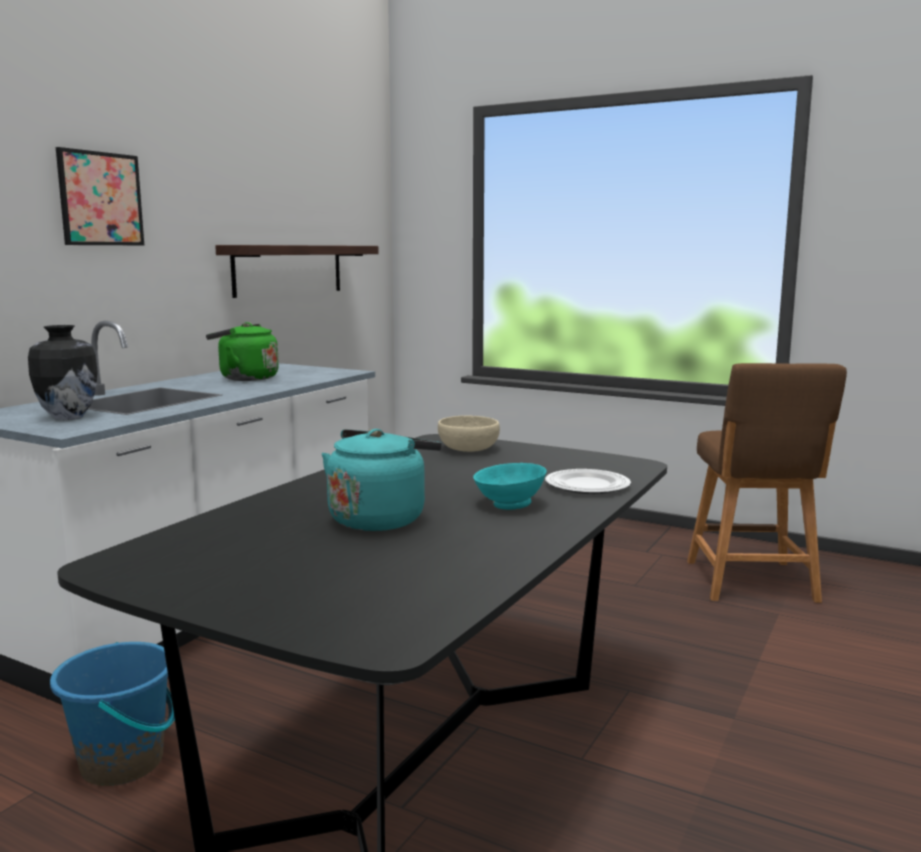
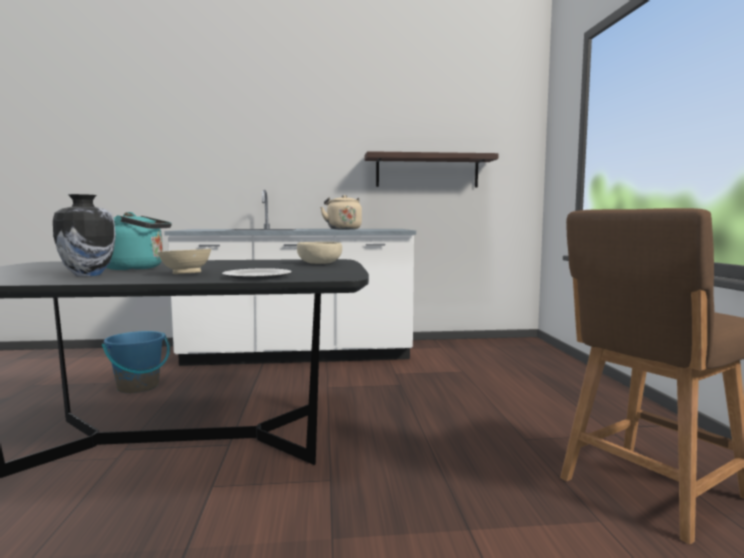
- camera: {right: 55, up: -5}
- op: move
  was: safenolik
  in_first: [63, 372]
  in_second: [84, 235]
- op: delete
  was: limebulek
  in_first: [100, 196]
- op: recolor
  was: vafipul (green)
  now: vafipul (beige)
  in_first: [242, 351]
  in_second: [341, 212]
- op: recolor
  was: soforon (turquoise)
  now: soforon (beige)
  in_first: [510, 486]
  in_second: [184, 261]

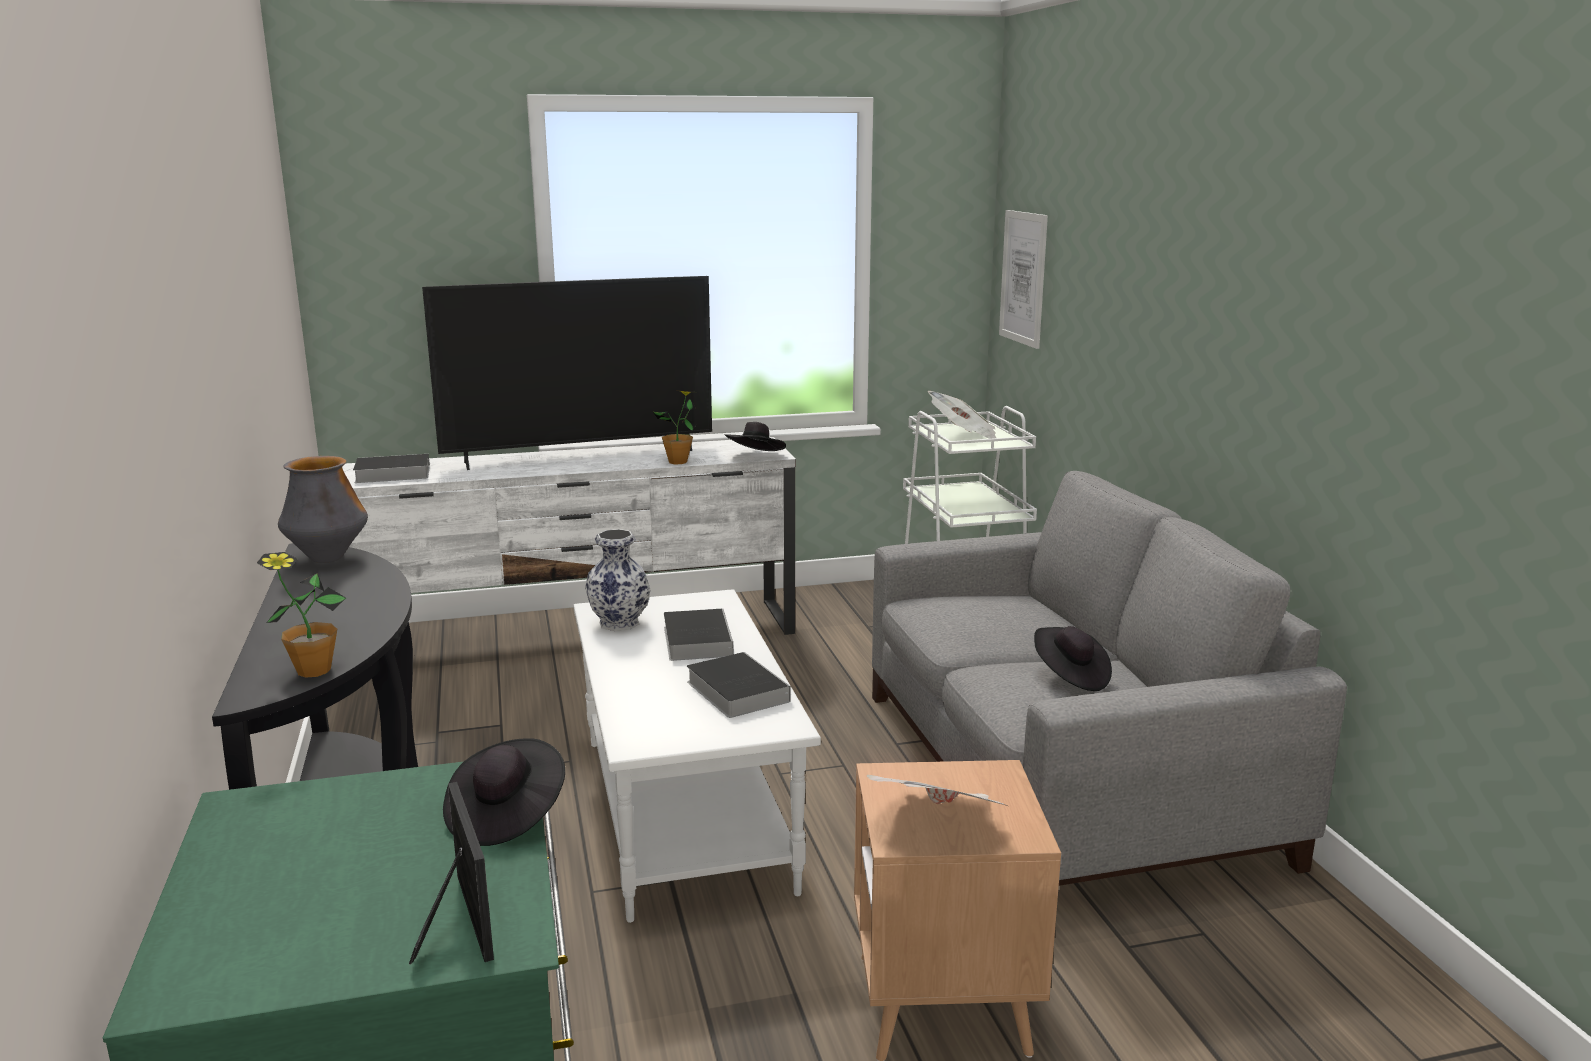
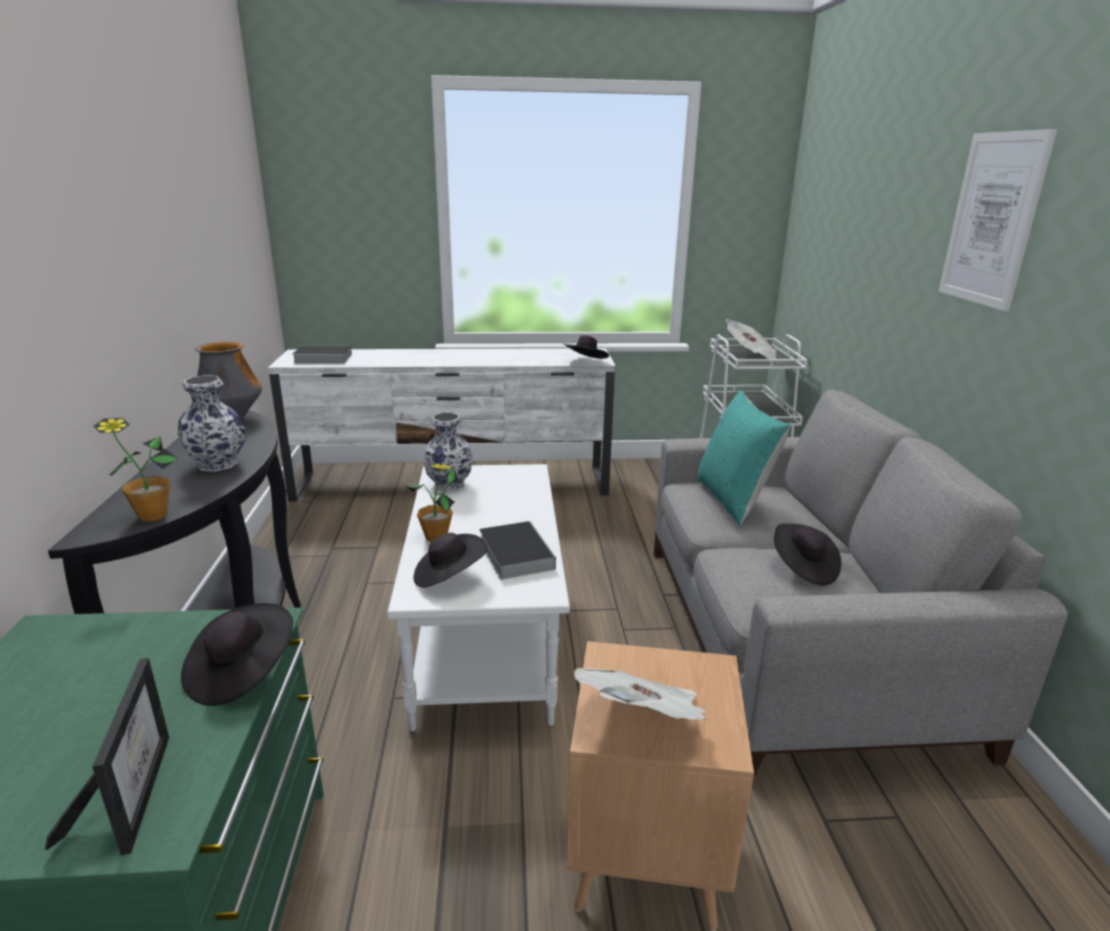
- camera: {right: 10, up: 5}
- op: delete
  was: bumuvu
  in_first: [567, 373]
- op: move
  was: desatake
  in_first: [674, 427]
  in_second: [432, 503]
- op: delete
  was: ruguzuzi
  in_first: [698, 635]
- op: move
  was: limebulek
  in_first: [1023, 279]
  in_second: [998, 220]
- op: insert
  now: safenolik
  in_second: [211, 423]
- op: insert
  now: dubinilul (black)
  in_second: [450, 560]
- op: insert
  now: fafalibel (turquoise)
  in_second: [744, 458]

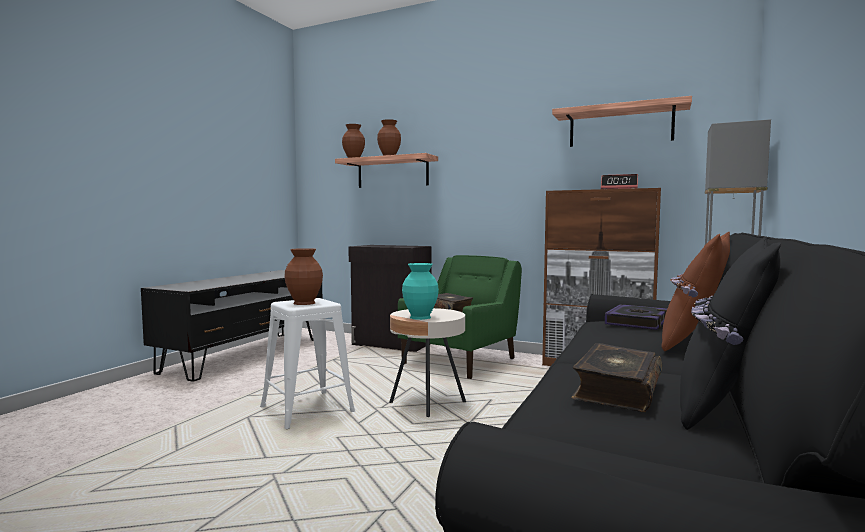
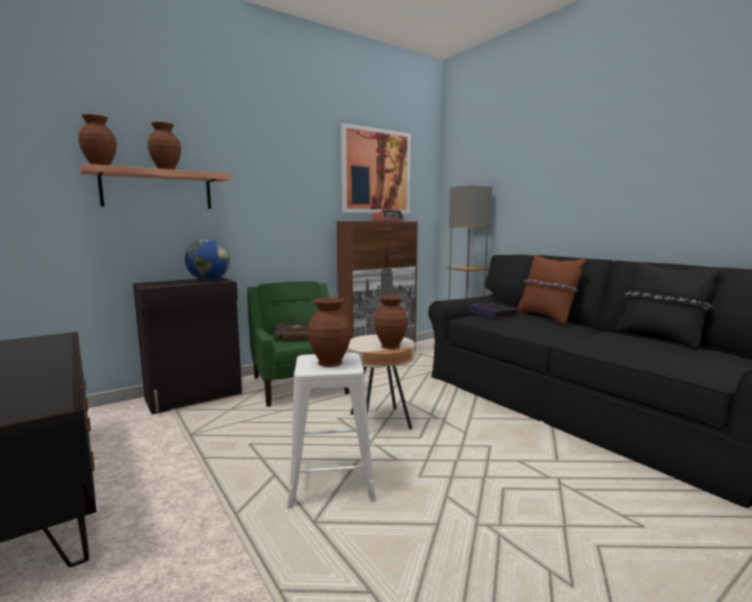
- camera: {right: -60, up: 5}
- op: recolor
  was: safenolik (turquoise)
  now: safenolik (brown)
  in_first: [420, 291]
  in_second: [391, 322]
- op: replace
  was: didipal
  now: limebulek
  in_first: [622, 121]
  in_second: [376, 168]
- op: delete
  was: ruguzuzi
  in_first: [616, 377]
- op: insert
  now: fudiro
  in_second: [207, 260]

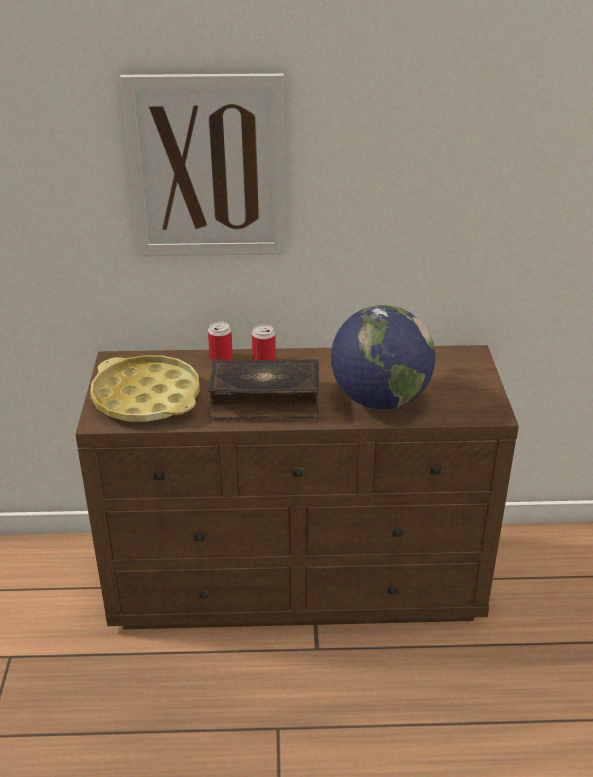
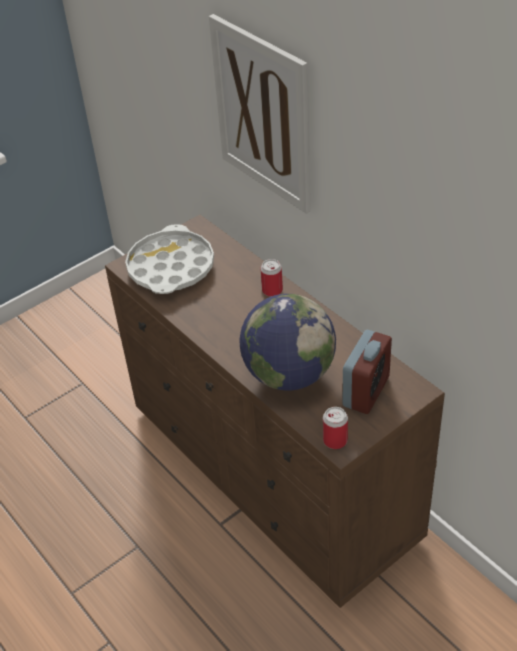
- camera: {right: 55, up: 10}
- op: recolor
  was: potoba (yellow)
  now: potoba (white)
  in_first: [145, 388]
  in_second: [169, 259]
- op: move
  was: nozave
  in_first: [220, 341]
  in_second: [335, 428]
- op: delete
  was: ruguzuzi
  in_first: [263, 389]
- op: insert
  now: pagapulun
  in_second: [367, 372]

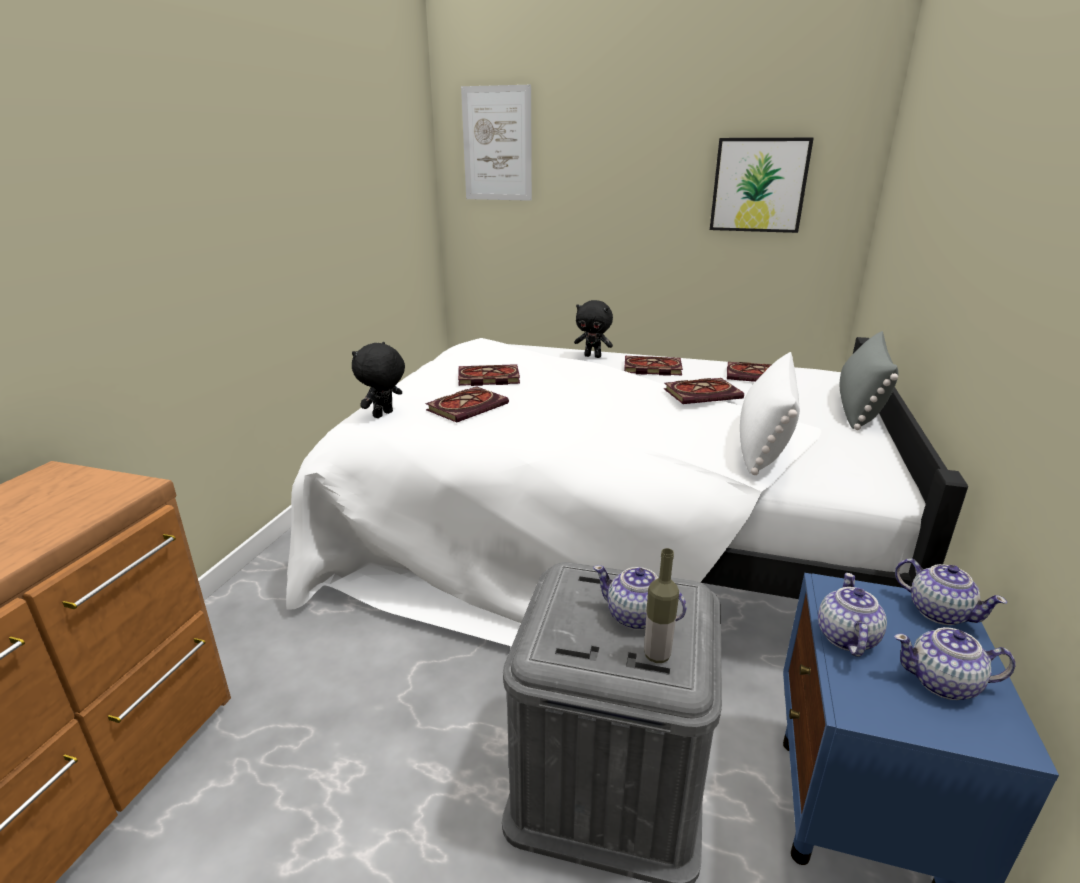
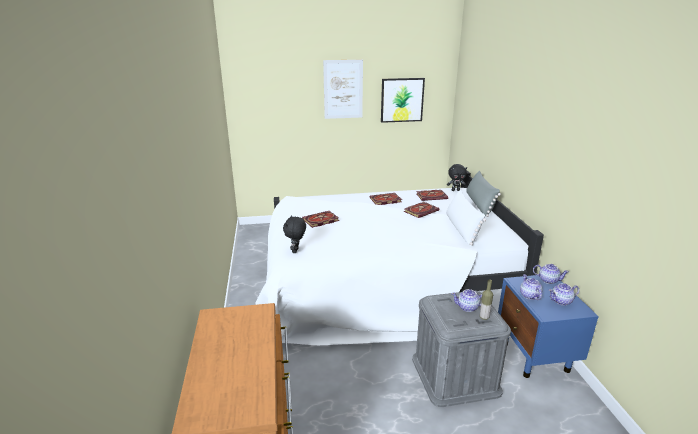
- camera: {right: -25, up: 0}
- op: delete
  was: ruguzuzi
  in_first: [467, 404]
- op: move
  was: limebulek
  in_first: [496, 143]
  in_second: [343, 89]
- op: move
  was: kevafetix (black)
  in_first: [593, 329]
  in_second: [457, 177]

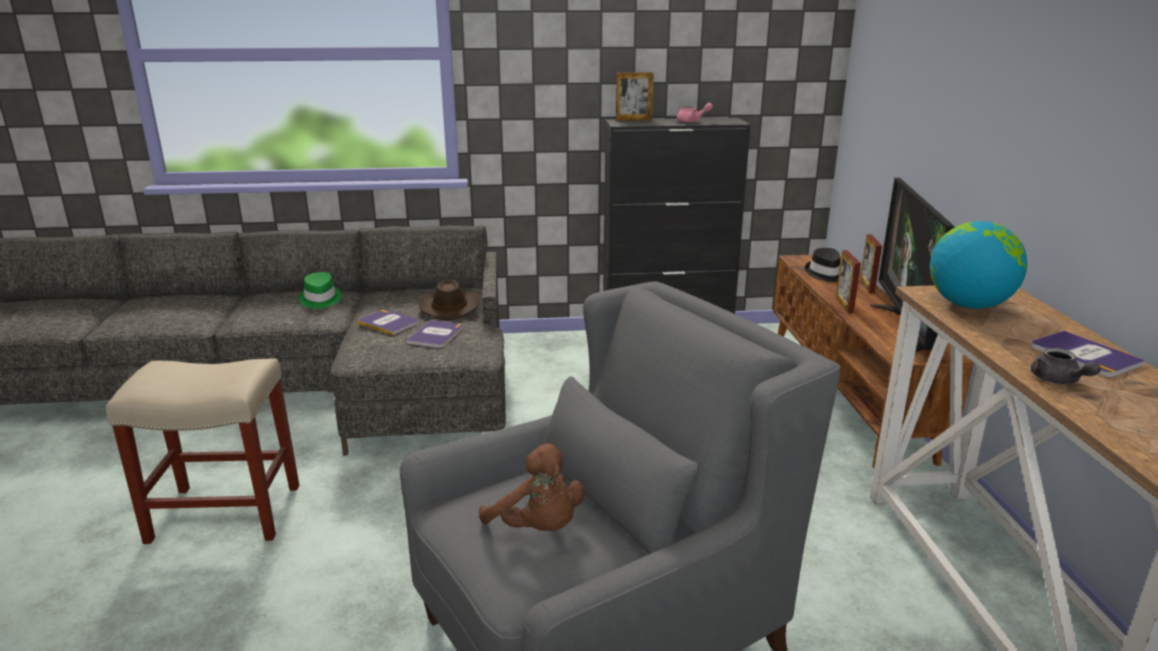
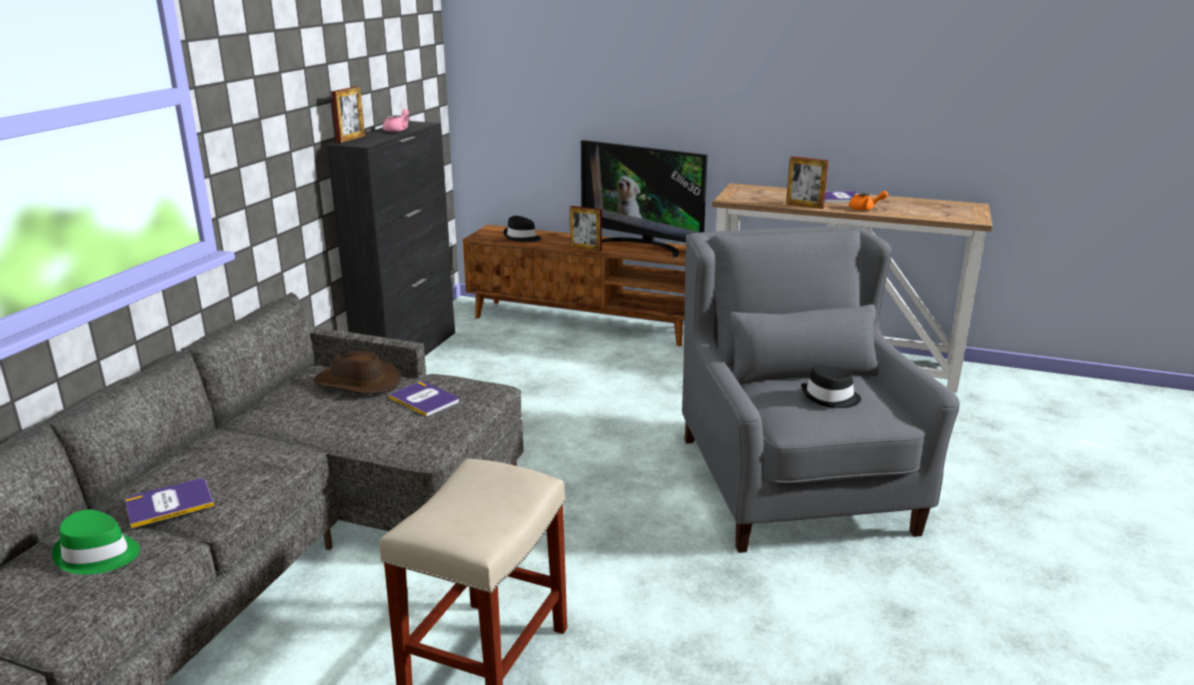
- camera: {right: -65, up: 0}
- op: move
  was: dubinilul (green)
  in_first: [320, 290]
  in_second: [96, 542]
- op: move
  was: ruguzuzi
  in_first: [387, 322]
  in_second: [170, 503]
- op: replace
  was: kevafetix (brown)
  now: dubinilul (black)
  in_first: [531, 487]
  in_second: [831, 386]
- op: move
  was: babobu
  in_first: [871, 263]
  in_second: [807, 182]
- op: delete
  was: fudiro
  in_first: [978, 265]
- op: recolor
  was: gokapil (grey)
  now: gokapil (orange)
  in_first: [1066, 366]
  in_second: [868, 201]

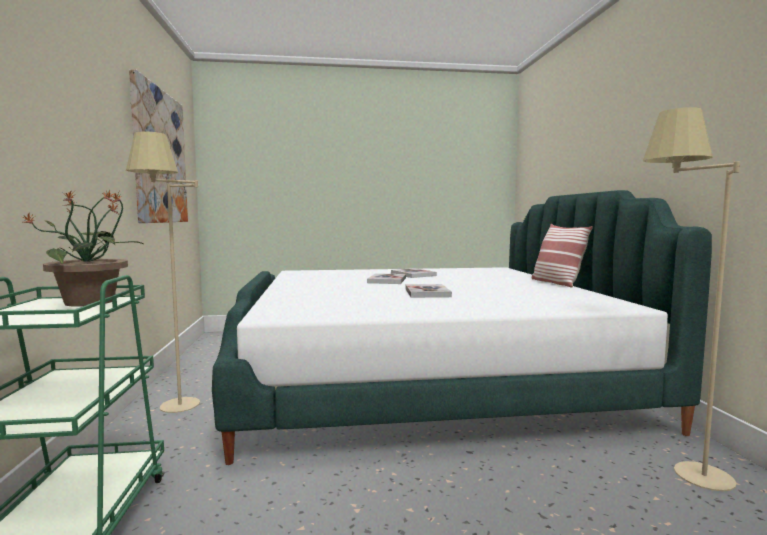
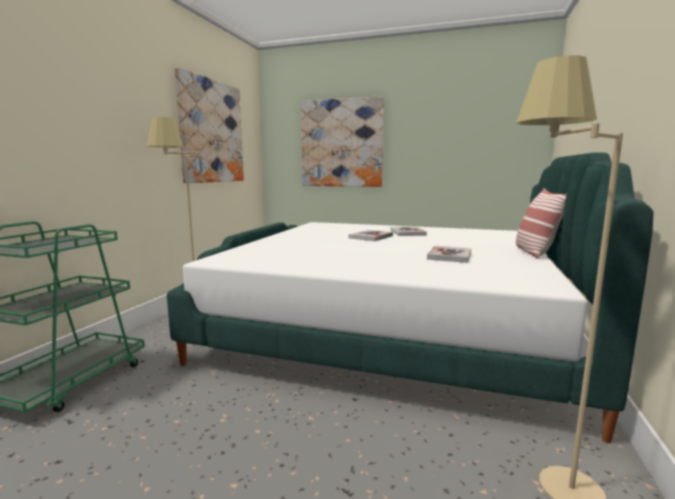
- camera: {right: 25, up: 5}
- op: delete
  was: desatake
  in_first: [83, 248]
- op: move
  was: ruguzuzi
  in_first: [428, 291]
  in_second: [449, 254]
- op: insert
  now: limebulek
  in_second: [342, 141]

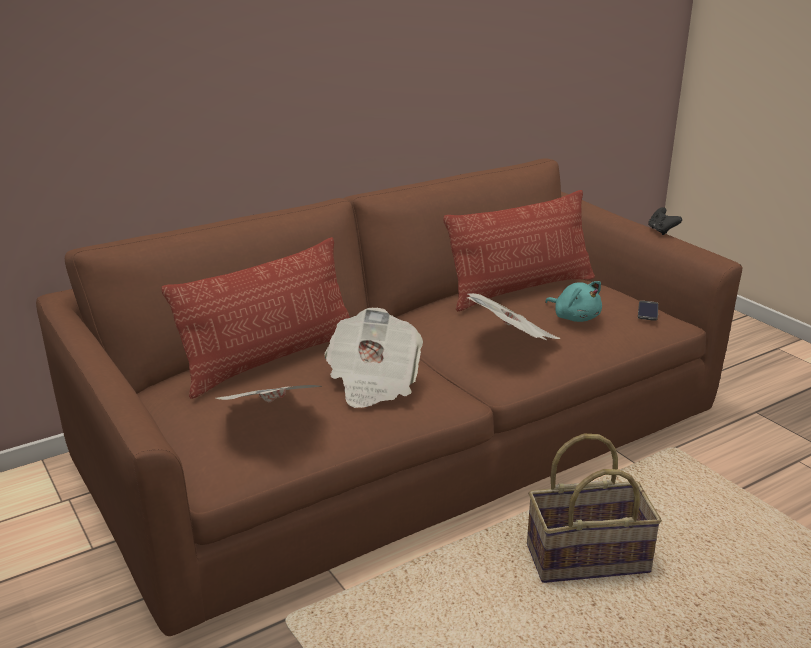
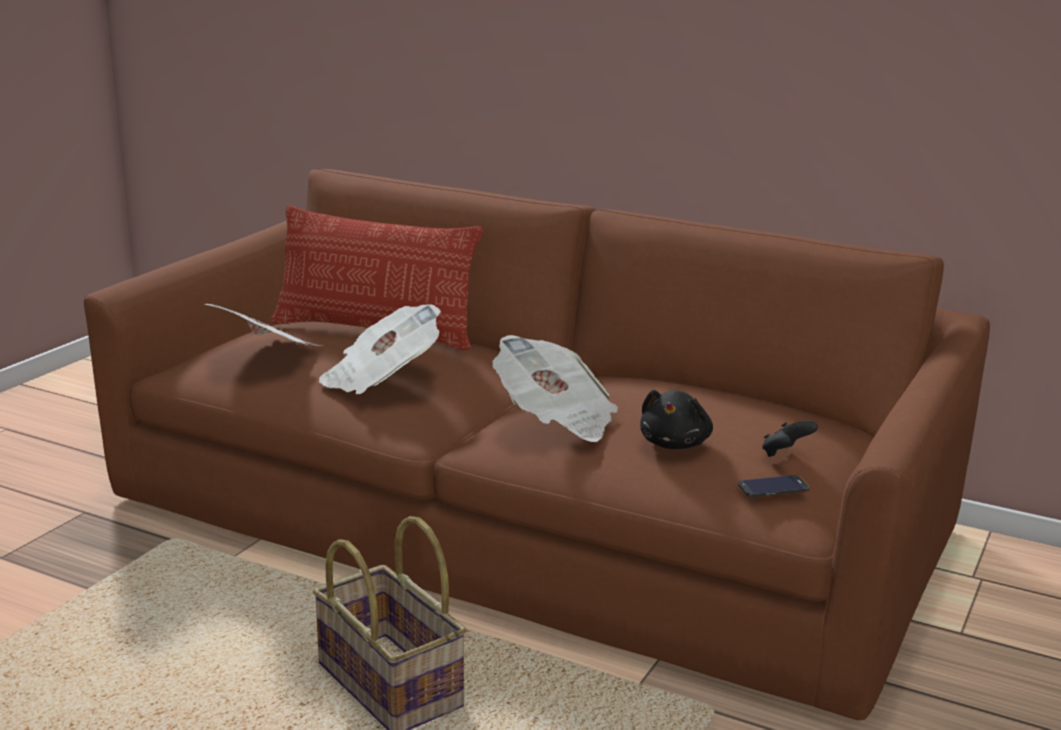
- camera: {right: 60, up: -5}
- op: delete
  was: fafalibel
  in_first: [519, 250]
- op: recolor
  was: kevafetix (turquoise)
  now: kevafetix (black)
  in_first: [573, 301]
  in_second: [676, 419]
- op: move
  was: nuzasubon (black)
  in_first: [665, 221]
  in_second: [790, 438]

